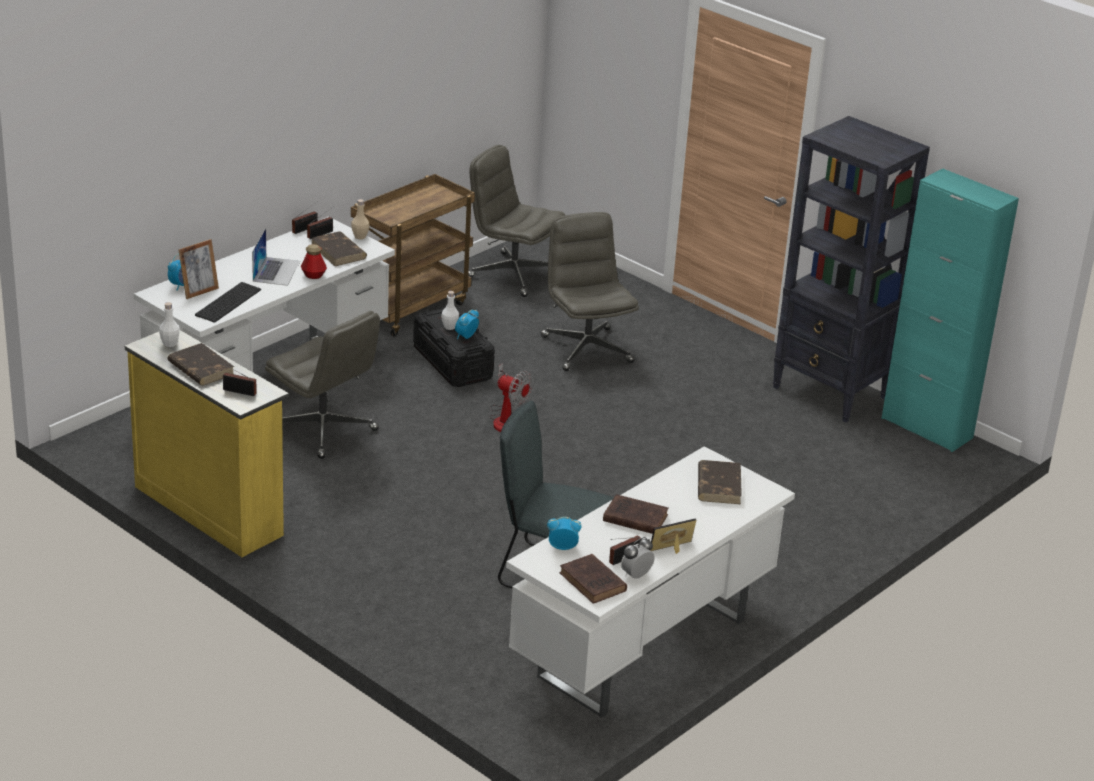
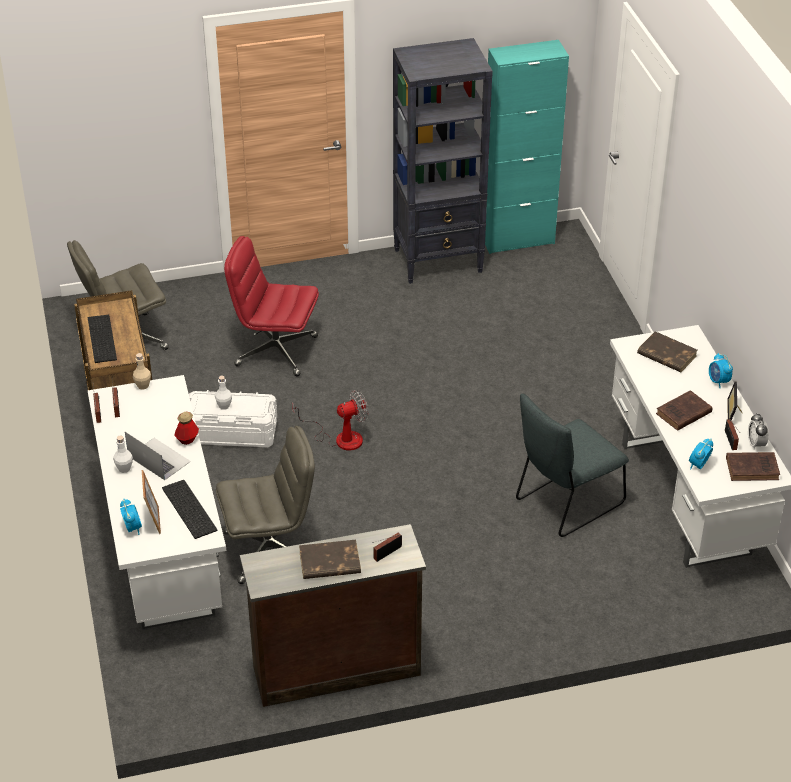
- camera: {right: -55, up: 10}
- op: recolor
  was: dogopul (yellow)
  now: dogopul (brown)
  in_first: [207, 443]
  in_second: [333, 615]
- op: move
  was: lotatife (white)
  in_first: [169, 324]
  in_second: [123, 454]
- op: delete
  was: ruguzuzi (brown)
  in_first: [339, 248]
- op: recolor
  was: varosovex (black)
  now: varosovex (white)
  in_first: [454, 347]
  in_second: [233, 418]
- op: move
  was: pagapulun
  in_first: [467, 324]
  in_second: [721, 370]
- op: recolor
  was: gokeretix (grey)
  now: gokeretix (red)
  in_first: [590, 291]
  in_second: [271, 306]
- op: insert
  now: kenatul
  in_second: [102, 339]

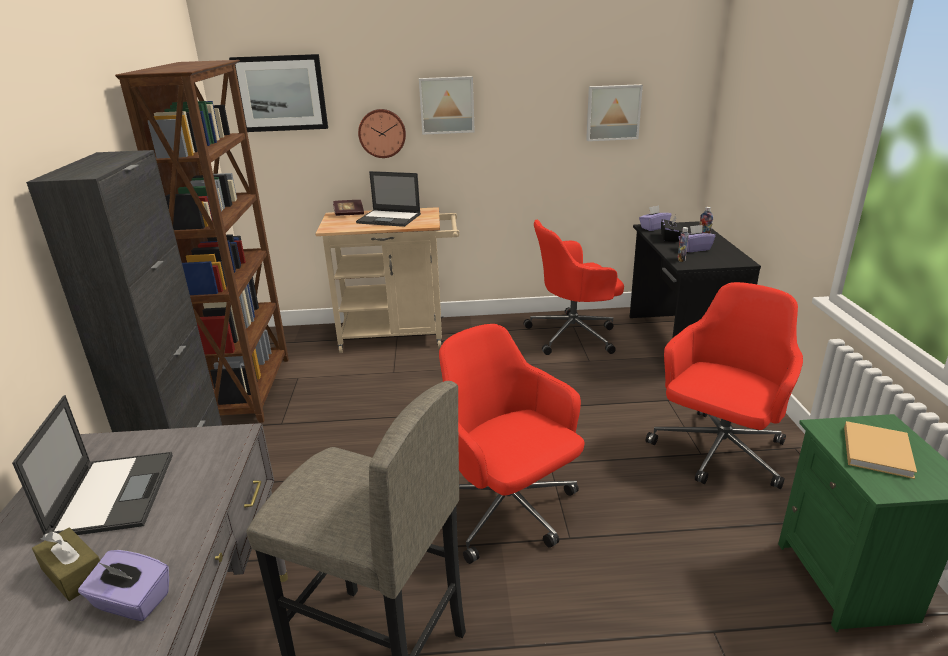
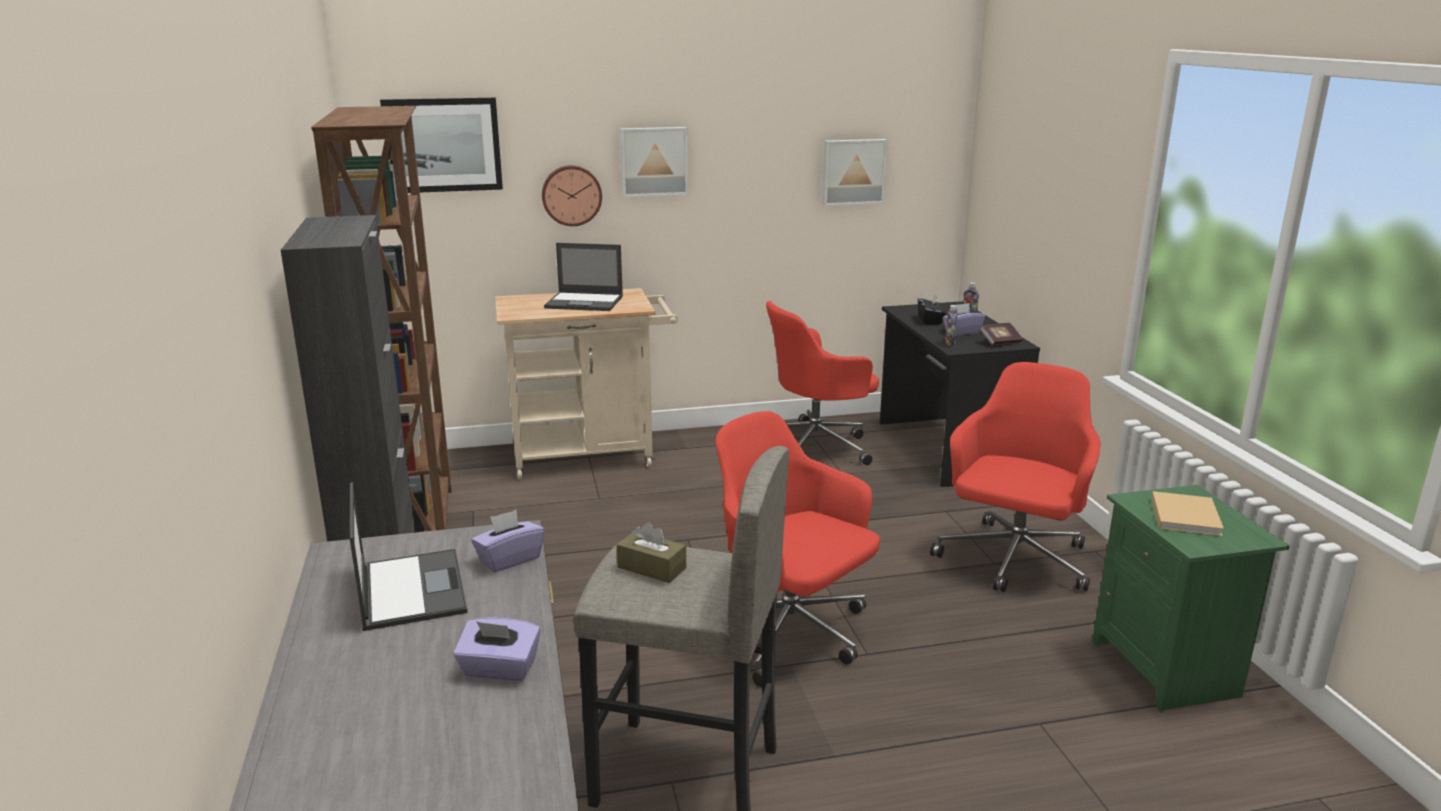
- camera: {right: -10, up: -5}
- op: move
  was: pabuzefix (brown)
  in_first: [66, 564]
  in_second: [651, 552]
- op: move
  was: ruguzuzi
  in_first: [348, 208]
  in_second: [1001, 334]
- op: move
  was: pabuzefix (purple)
  in_first: [655, 218]
  in_second: [508, 541]

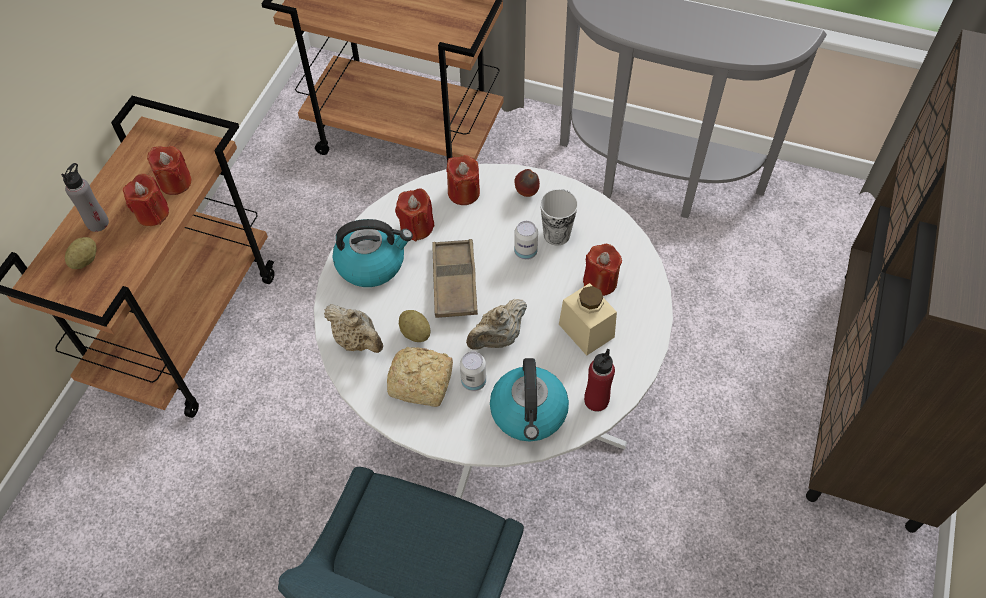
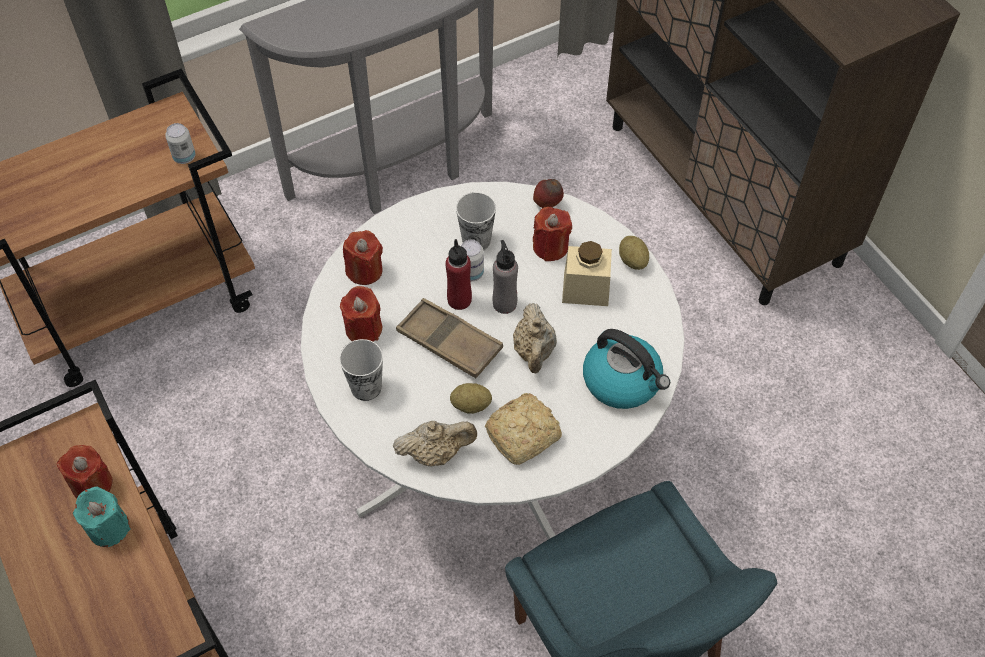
- camera: {right: -50, up: 0}
- op: move
  was: lotatife (grey)
  in_first: [85, 197]
  in_second: [505, 277]
- op: move
  was: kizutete
  in_first: [81, 253]
  in_second: [634, 253]
- op: recolor
  was: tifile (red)
  now: tifile (turquoise)
  in_first: [146, 200]
  in_second: [102, 516]
- op: replace
  was: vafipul
  now: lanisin
  in_first: [373, 253]
  in_second: [361, 370]
- op: move
  was: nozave
  in_first: [473, 371]
  in_second: [180, 143]
- op: move
  was: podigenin
  in_first: [527, 183]
  in_second: [548, 193]
- op: move
  was: lotatife (red)
  in_first: [599, 380]
  in_second: [458, 274]

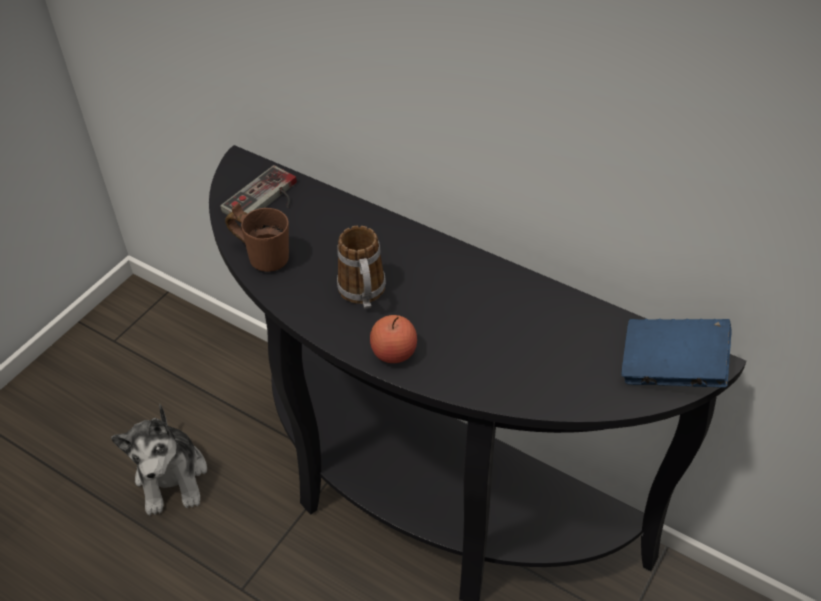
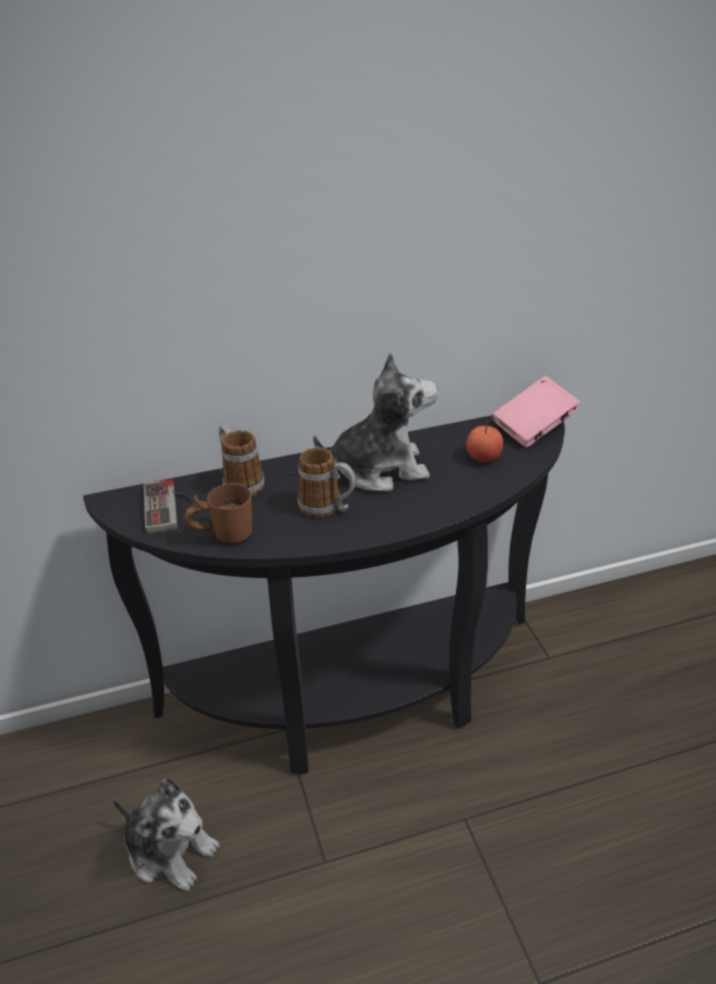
- camera: {right: -50, up: -10}
- op: move
  was: podigenin
  in_first: [393, 339]
  in_second: [484, 441]
- op: recolor
  was: ruguzuzi (blue)
  now: ruguzuzi (pink)
  in_first: [676, 353]
  in_second: [536, 411]
- op: insert
  now: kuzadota
  in_second: [242, 461]
- op: insert
  now: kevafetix
  in_second: [375, 422]

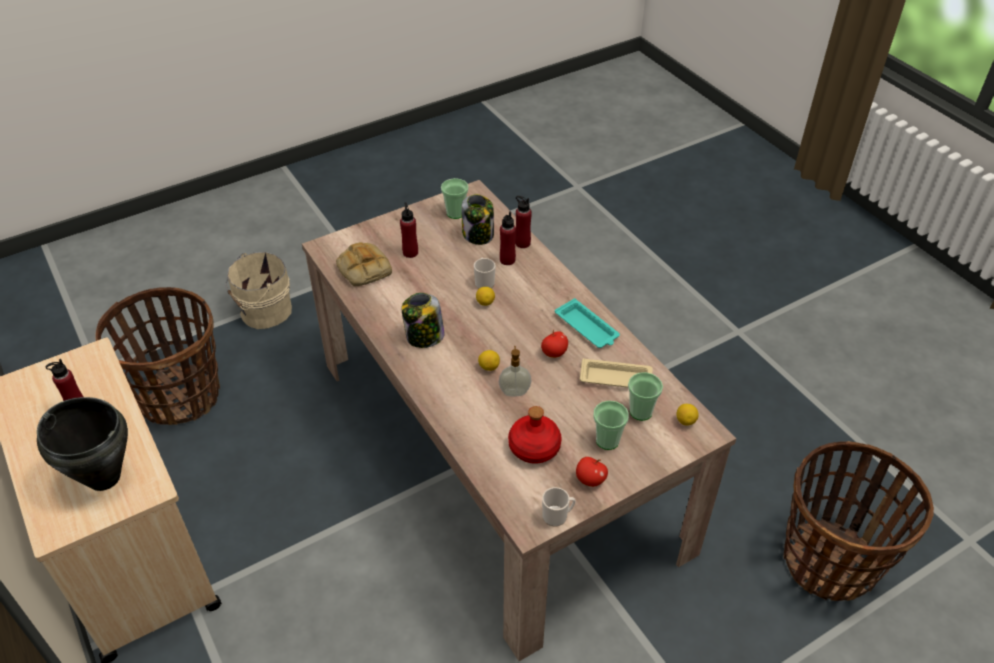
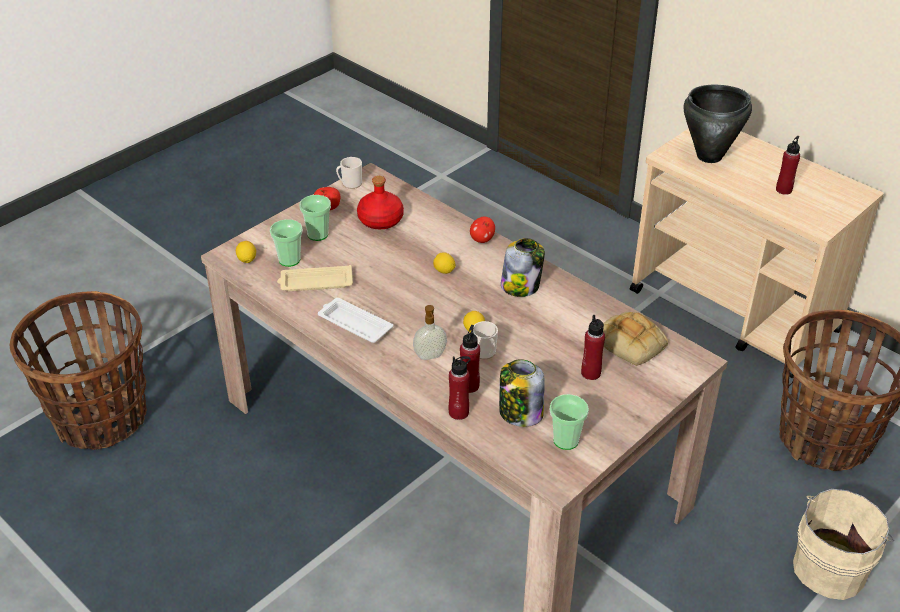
- camera: {right: 165, up: -5}
- op: move
  was: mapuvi
  in_first: [515, 371]
  in_second: [430, 332]
- op: move
  was: podigenin
  in_first: [554, 344]
  in_second: [482, 230]
- op: recolor
  was: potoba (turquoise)
  now: potoba (white)
  in_first: [587, 323]
  in_second: [355, 320]

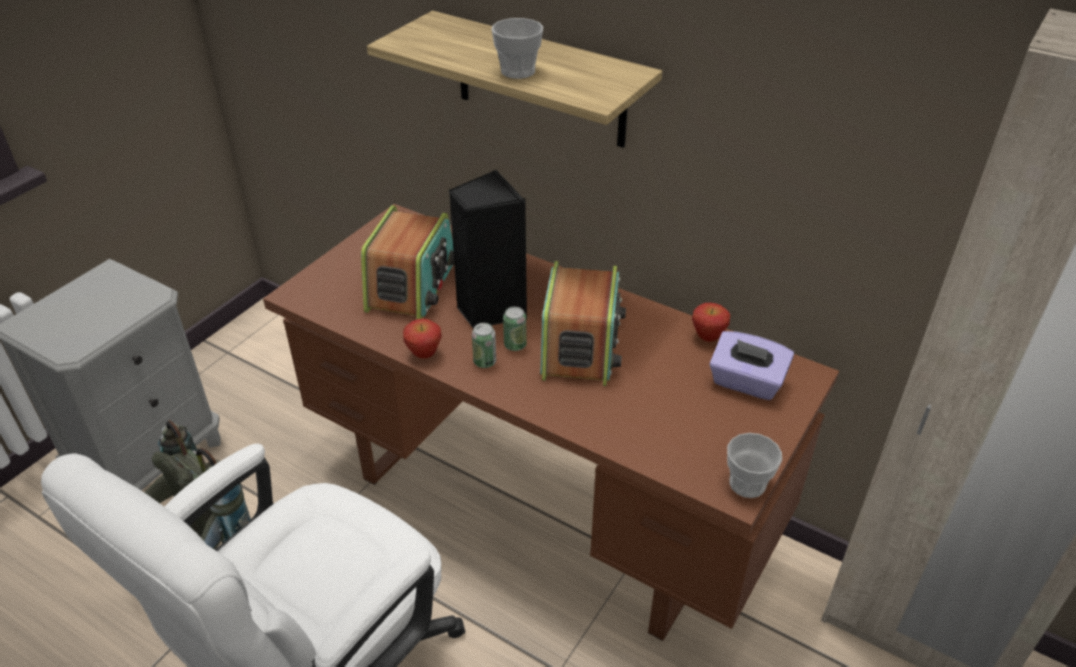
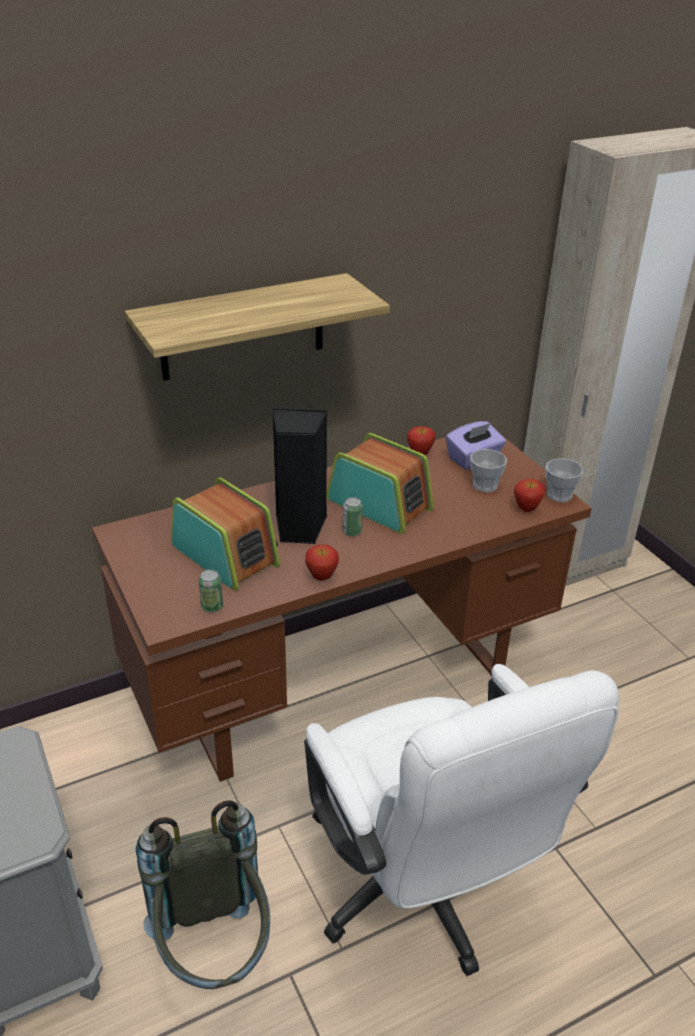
- camera: {right: -60, up: -5}
- op: move
  was: nozave
  in_first: [484, 345]
  in_second: [211, 590]
- op: move
  was: lanisin
  in_first: [517, 48]
  in_second: [488, 470]
- op: insert
  now: podigenin
  in_second: [529, 495]

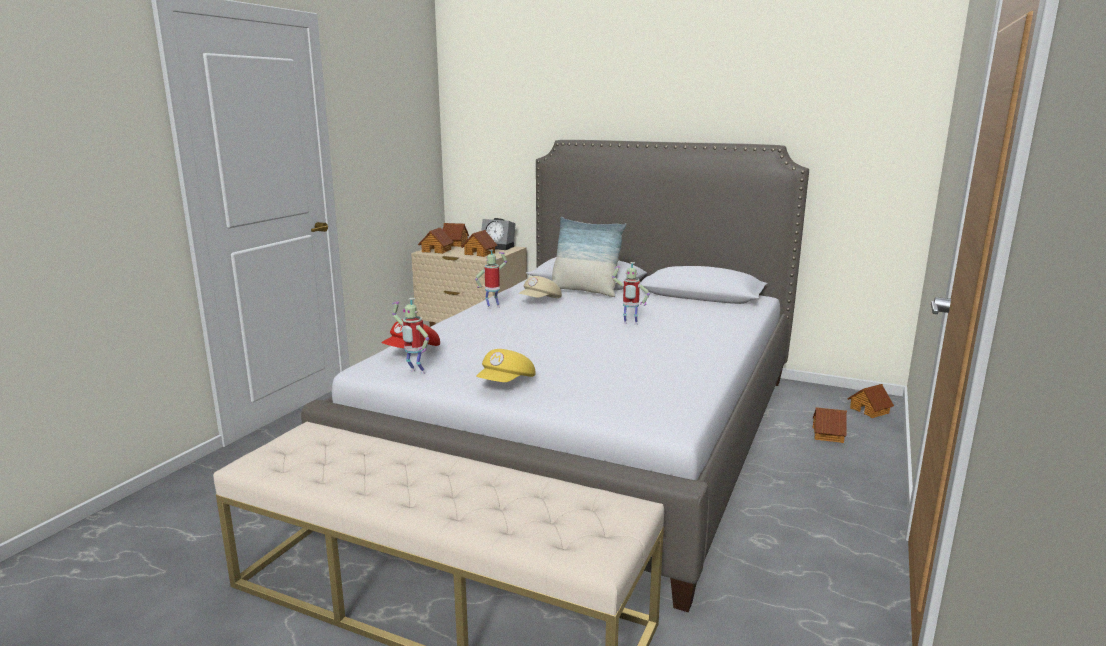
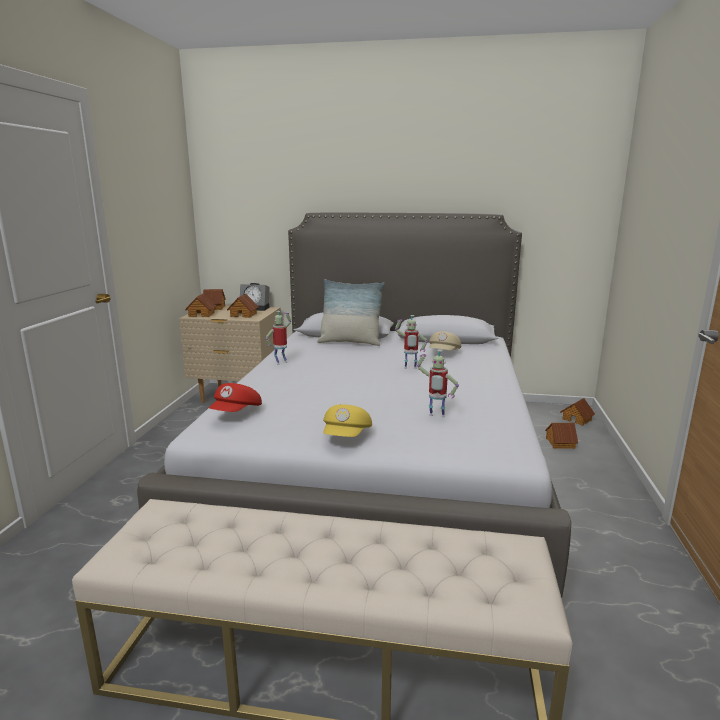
- camera: {right: -15, up: 0}
- op: move
  was: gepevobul
  in_first: [410, 336]
  in_second: [438, 384]
- op: move
  was: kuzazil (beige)
  in_first: [540, 287]
  in_second: [445, 340]

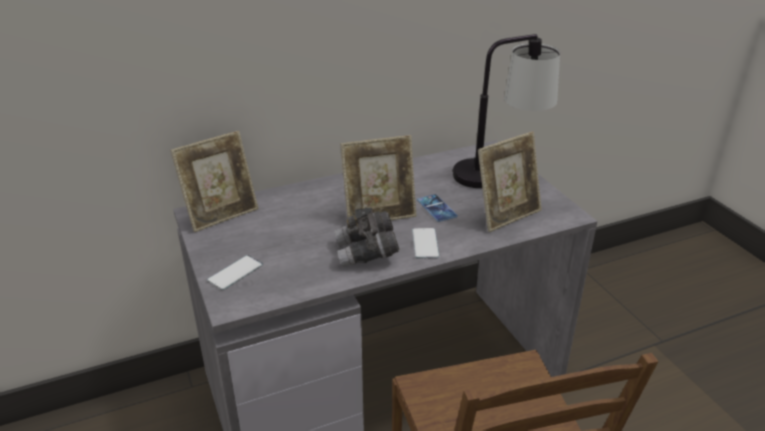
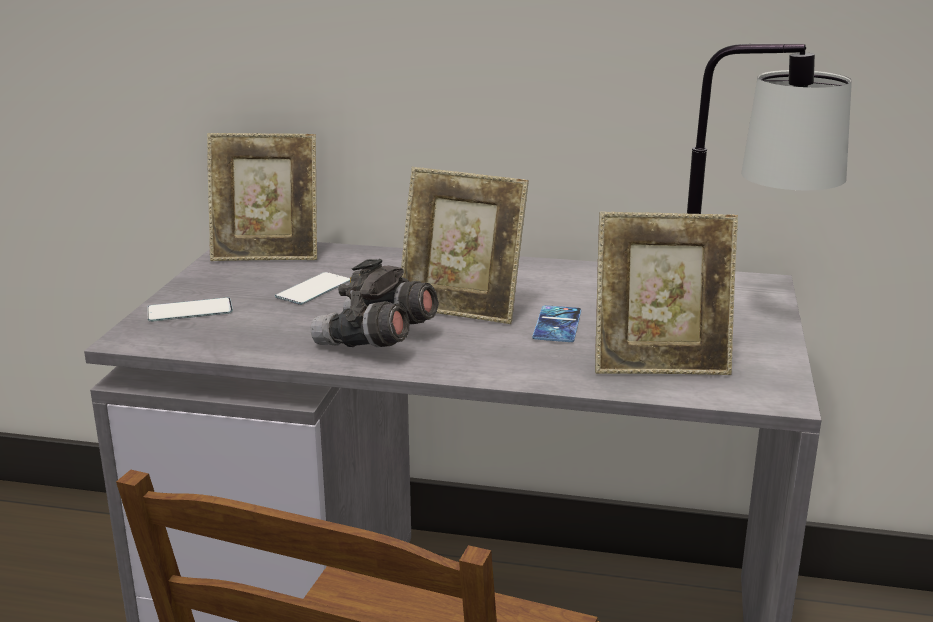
- camera: {right: 35, up: -10}
- op: move
  was: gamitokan
  in_first: [425, 243]
  in_second: [312, 288]

